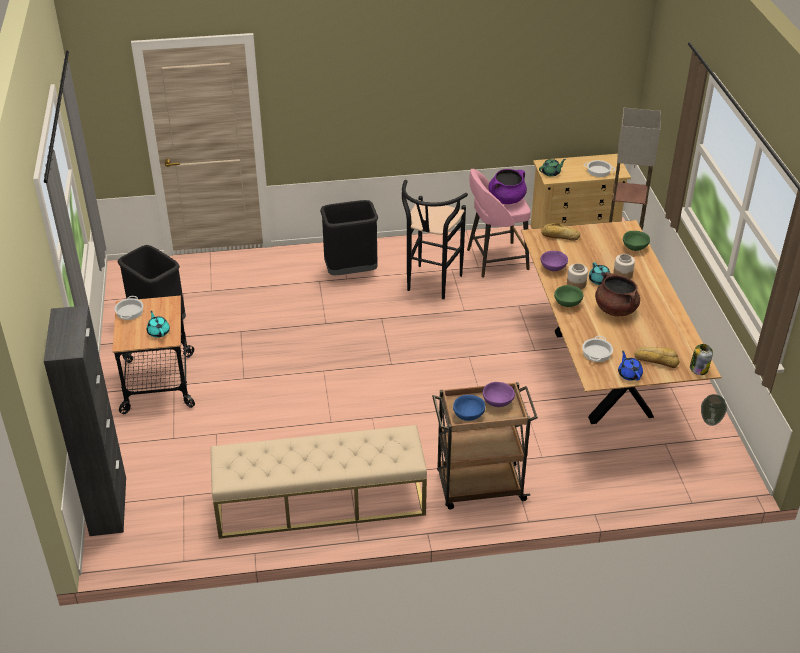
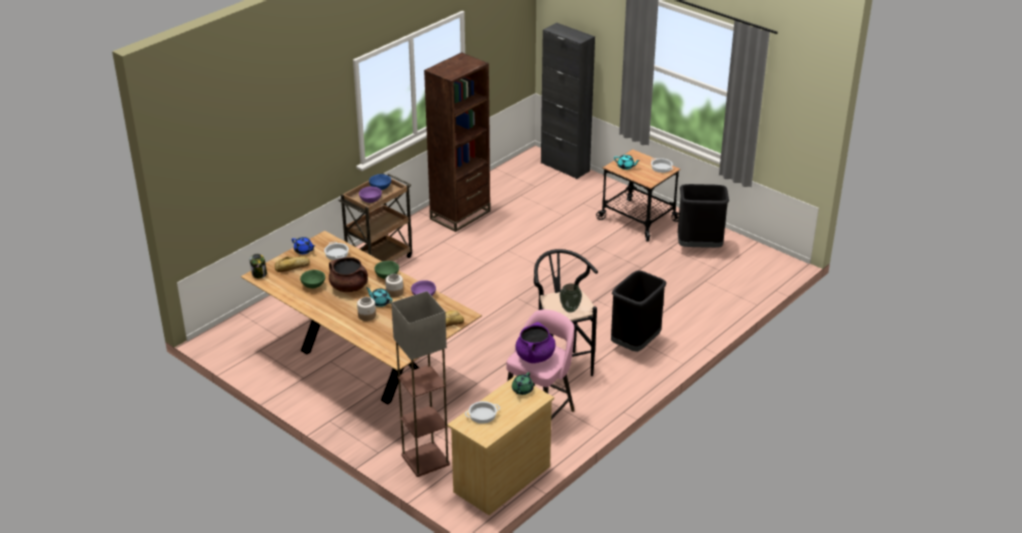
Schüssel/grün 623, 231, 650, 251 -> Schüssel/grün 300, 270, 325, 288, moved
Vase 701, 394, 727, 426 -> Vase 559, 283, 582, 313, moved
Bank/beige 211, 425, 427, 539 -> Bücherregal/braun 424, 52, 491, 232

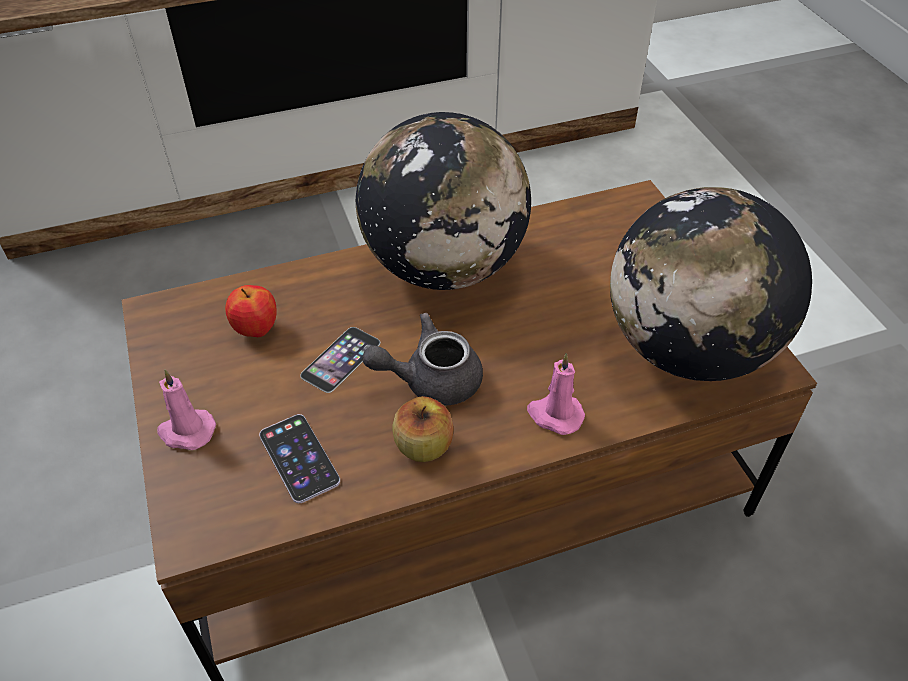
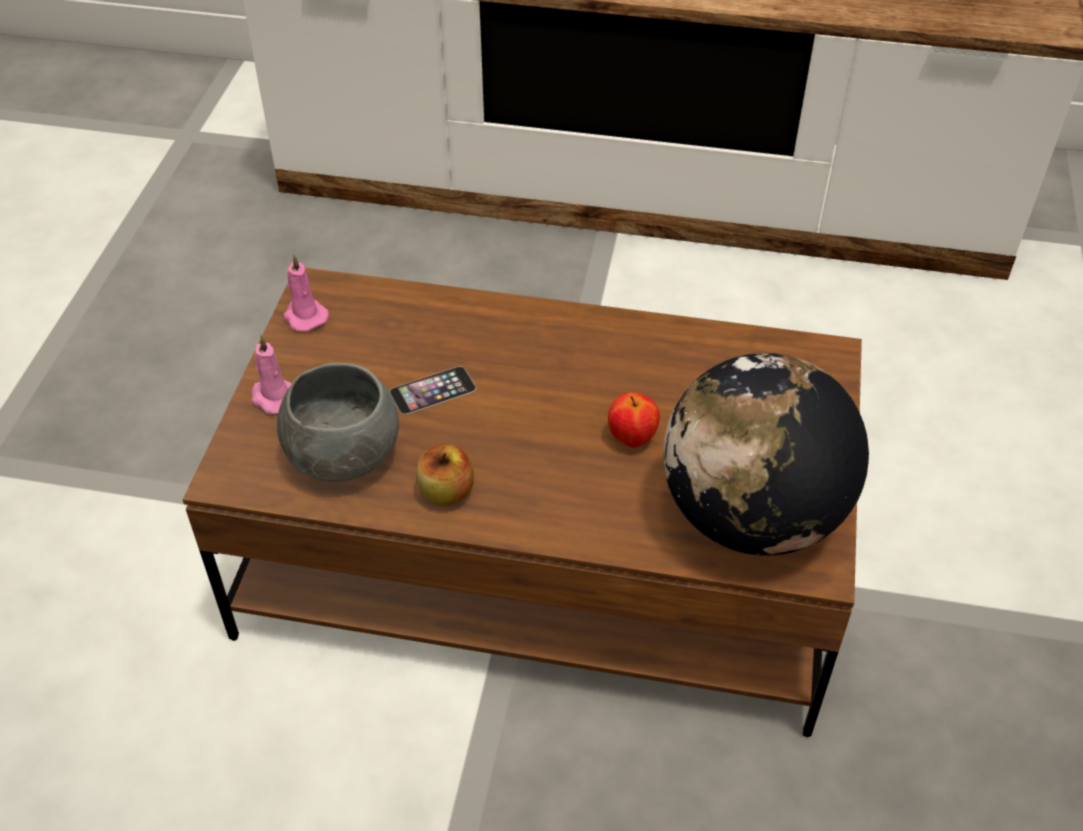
Globus 356, 112, 531, 290 -> none
Apfel 225, 285, 277, 337 -> Apfel 608, 392, 660, 448, moved
Teekanne/grau 362, 313, 483, 406 -> none
Kerze/rosa 527, 353, 585, 435 -> Kerze/rosa 283, 255, 328, 332, moved
Handy 259, 414, 340, 503 -> Schüssel/grau 277, 363, 399, 482

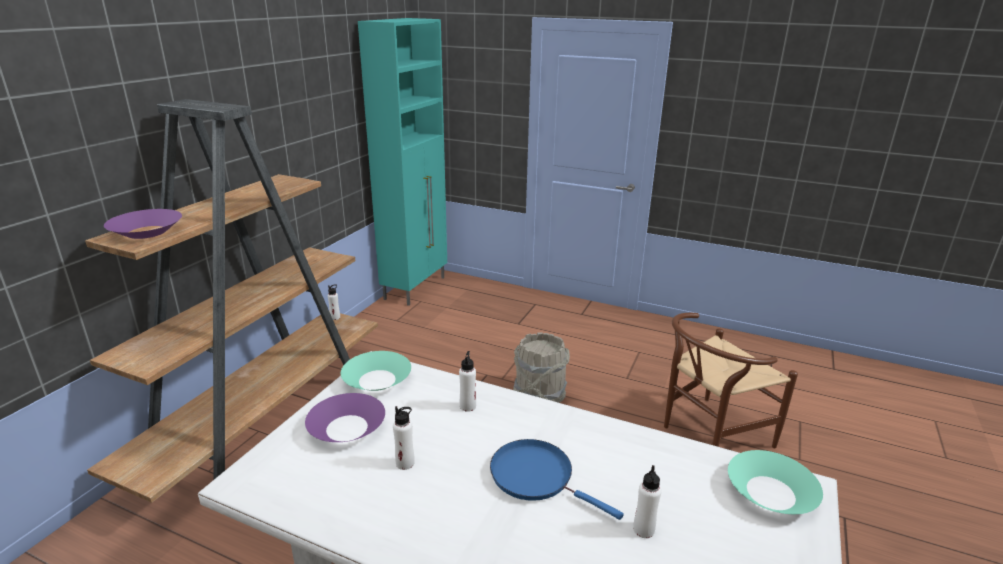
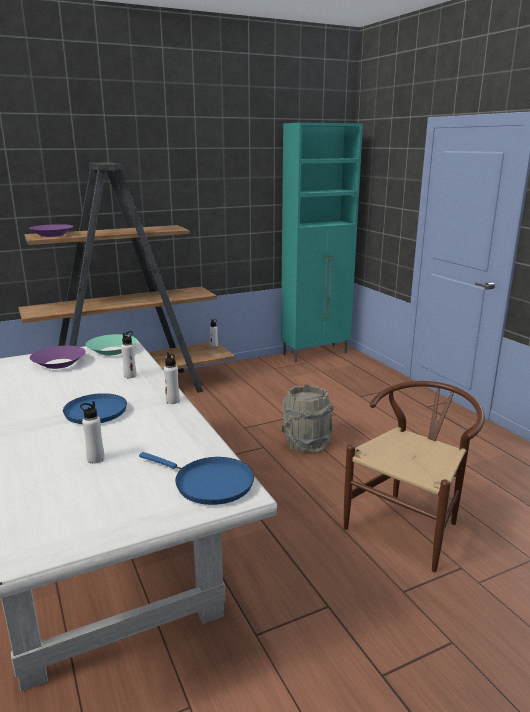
Stuhl/braun 664, 313, 798, 448 -> Stuhl/braun 344, 381, 485, 572, 120 degrees clockwise
Flasche/weiß 393, 406, 415, 470 -> Flasche/weiß 164, 352, 180, 404, moved
Schüssel/türkis 728, 450, 823, 514 -> Pfanne/blau 139, 452, 254, 505

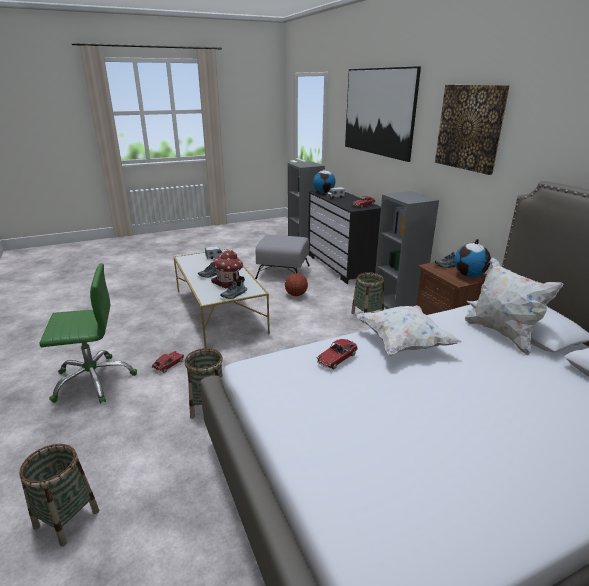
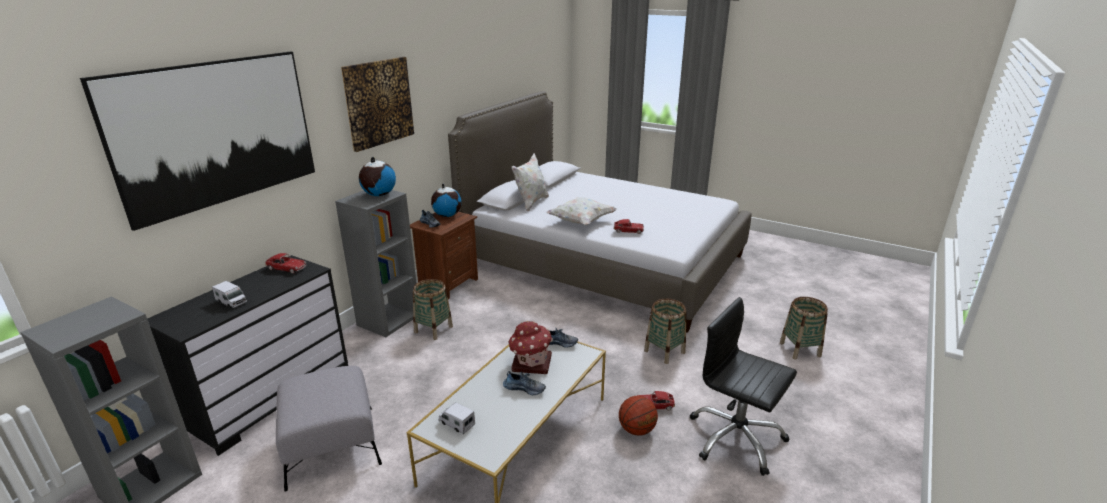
Globus 313, 167, 335, 193 -> Globus 359, 157, 396, 196, moved
Bürostuhl/grün 39, 263, 137, 404 -> Bürostuhl/schwarz 690, 297, 797, 476
Basketball 285, 273, 308, 296 -> Basketball 619, 396, 658, 436, moved

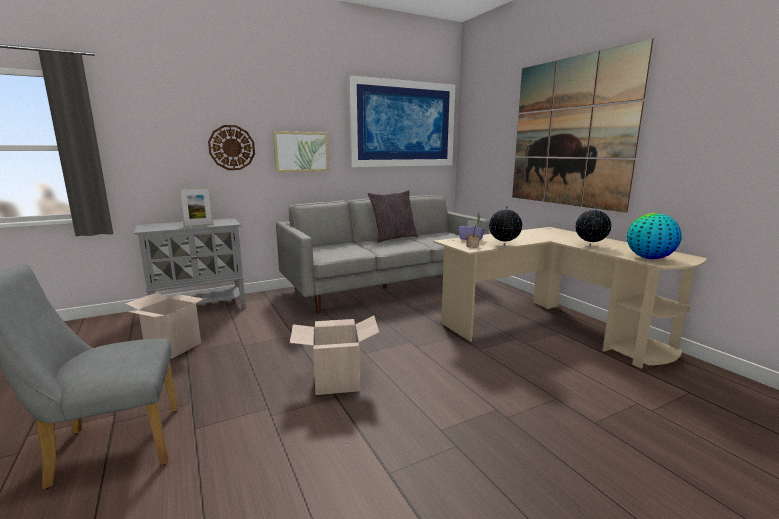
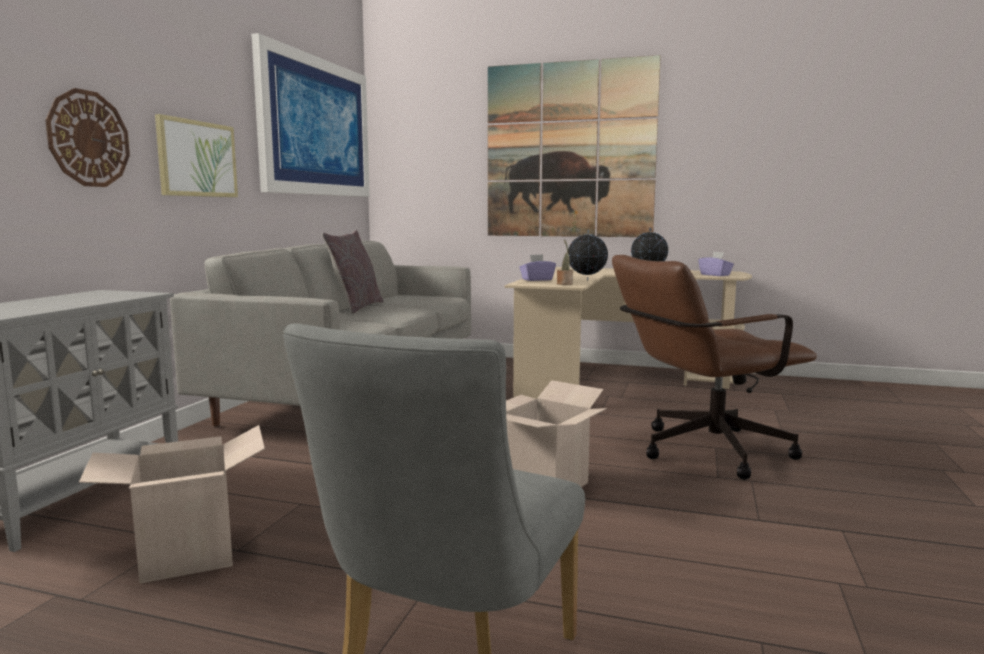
Bilderrahmen 179, 187, 213, 227 -> none
Globus 627, 213, 682, 259 -> Taschentuchbox/lila 698, 252, 734, 276
none -> Bürostuhl/braun 612, 255, 817, 480

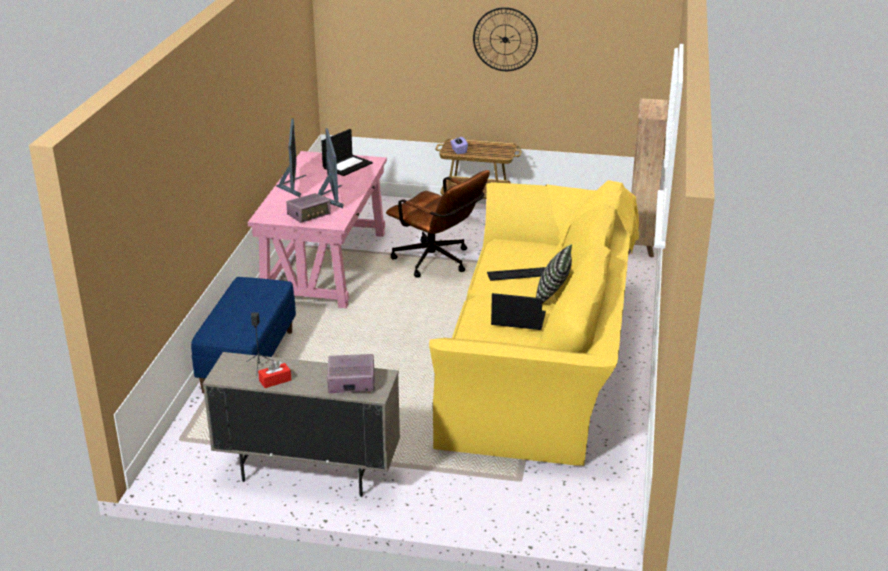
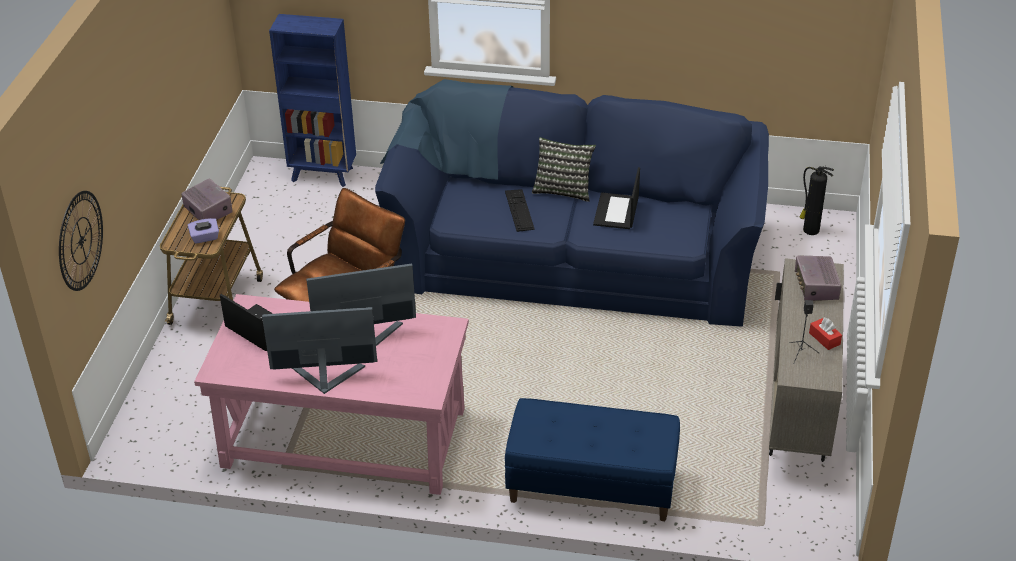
Wanduhr 473, 7, 538, 71 -> Wanduhr 59, 191, 103, 291, moved
Bücherregal/braun 628, 98, 668, 258 -> Bücherregal/blau 269, 14, 356, 187
Sofa/gelb 429, 180, 639, 466 -> Sofa/blau 375, 79, 769, 327
Radio 286, 193, 330, 223 -> Radio 181, 178, 233, 220, moved
none -> Feuerlöscher 800, 165, 834, 235

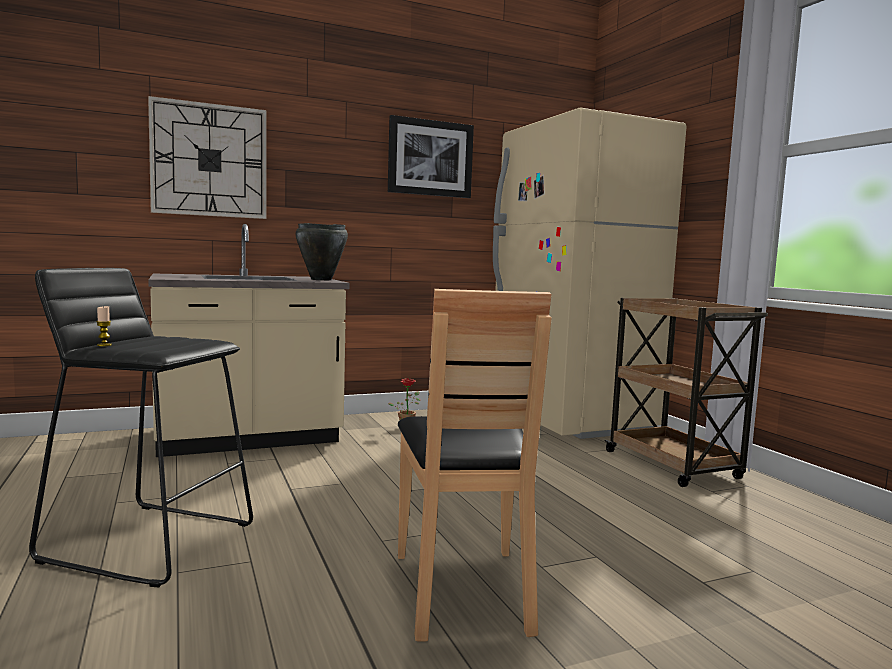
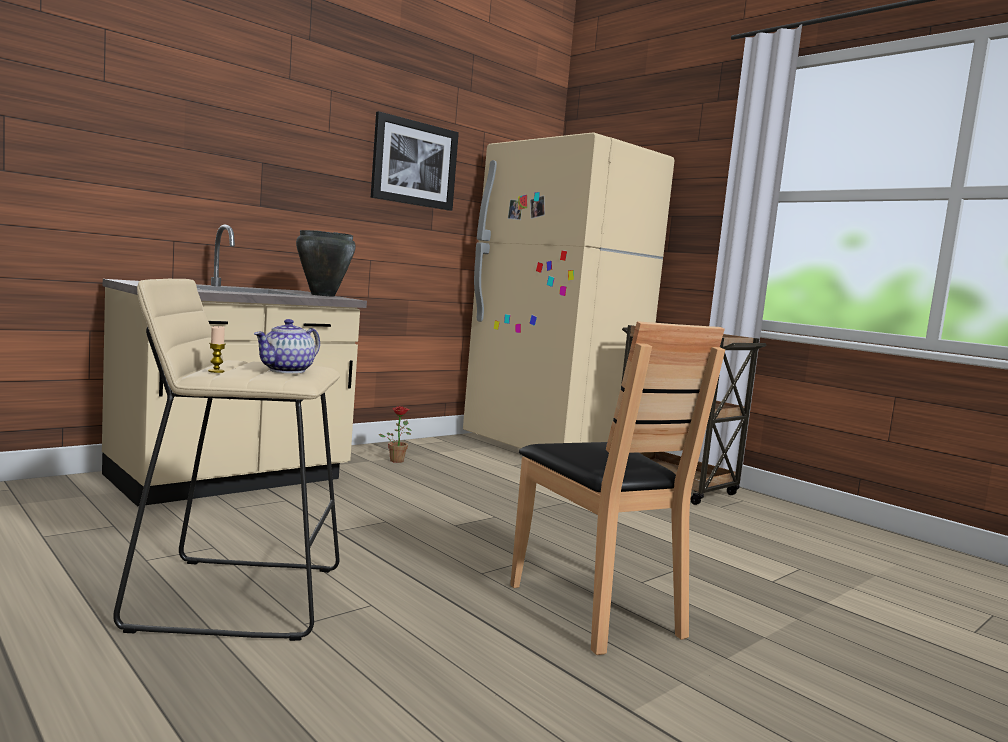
Wanduhr 148, 96, 267, 219 -> none
Hocker/schwarz 29, 268, 253, 588 -> Hocker/beige 113, 279, 340, 641
none -> Teekanne 254, 319, 320, 373

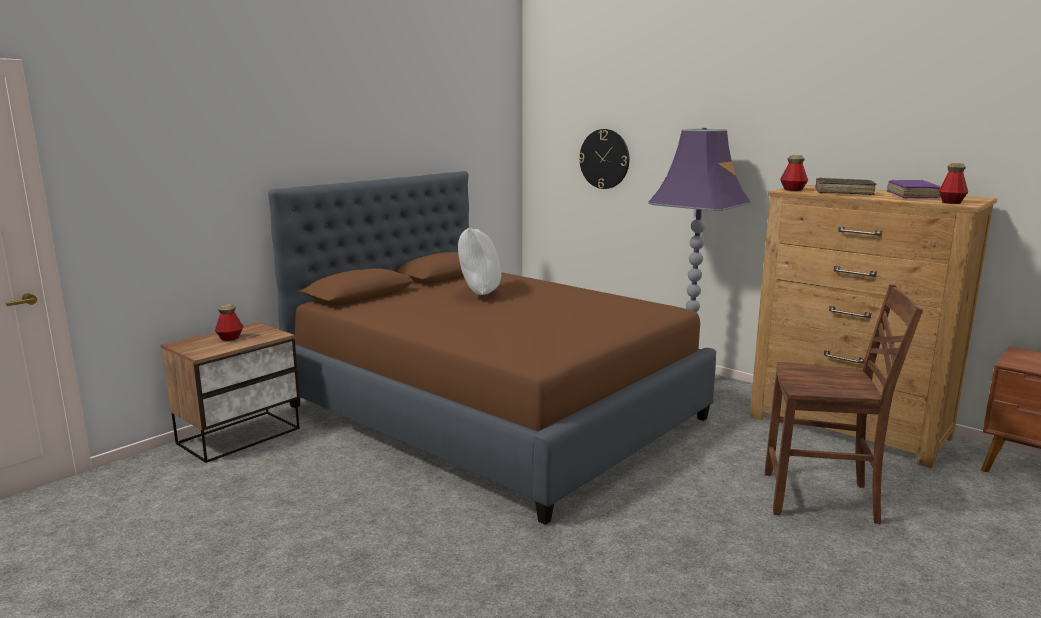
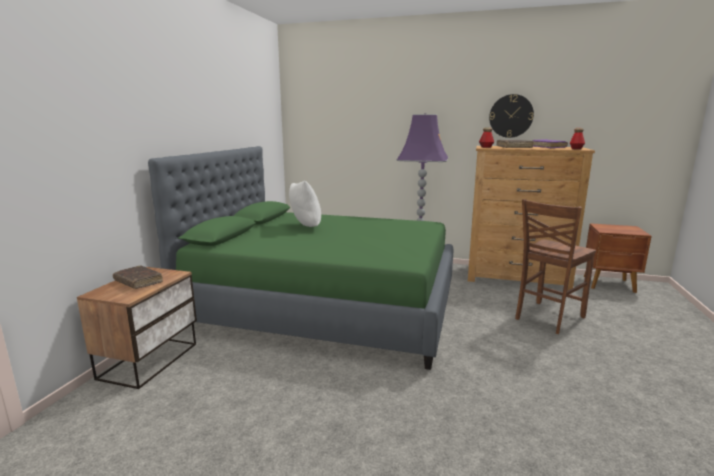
Wanduhr 579, 129, 629, 189 -> Wanduhr 489, 94, 534, 138, moved
Bett/braun 268, 171, 716, 525 -> Bett/grün 148, 146, 454, 370
Stuhl/braun 765, 284, 923, 524 -> Stuhl/braun 515, 199, 596, 334, 150 degrees clockwise
Flasche 215, 304, 243, 341 -> Buch/braun 113, 265, 163, 289

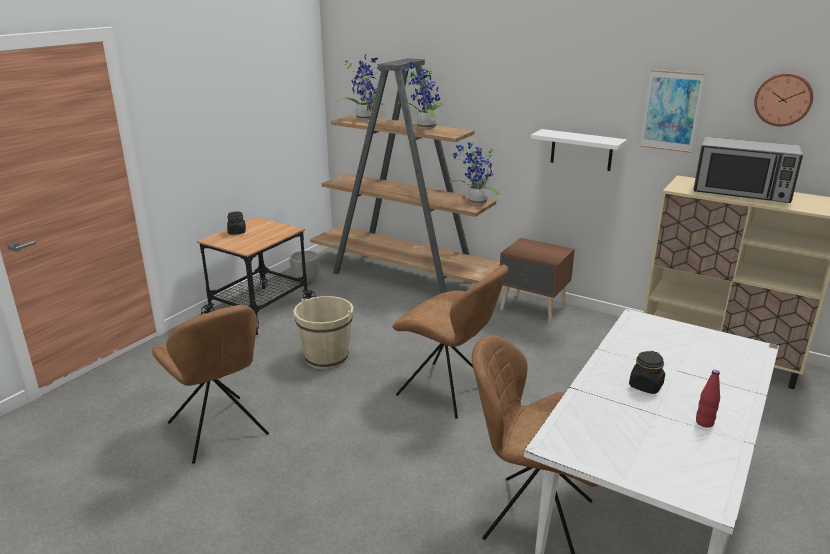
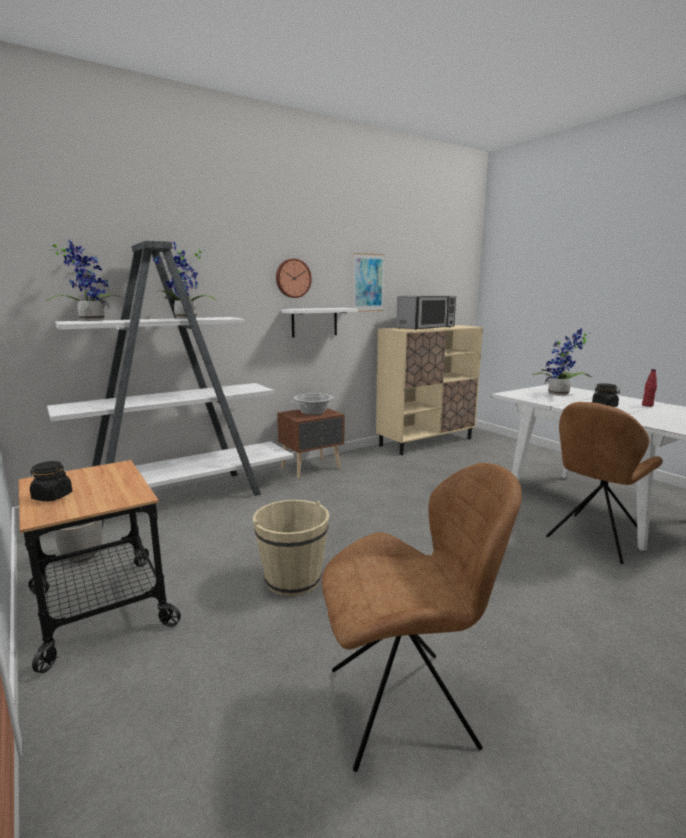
Bücherregal/braun 310, 58, 500, 294 -> Bücherregal/weiß 47, 241, 294, 529
Wanduhr 754, 73, 813, 126 -> Wanduhr 276, 259, 312, 298, moved
Topfpflanze 450, 142, 500, 205 -> Topfpflanze 532, 329, 591, 395, moved
Stuhl/braun 393, 264, 508, 419 -> none
none -> Kochtopf 291, 393, 335, 415

